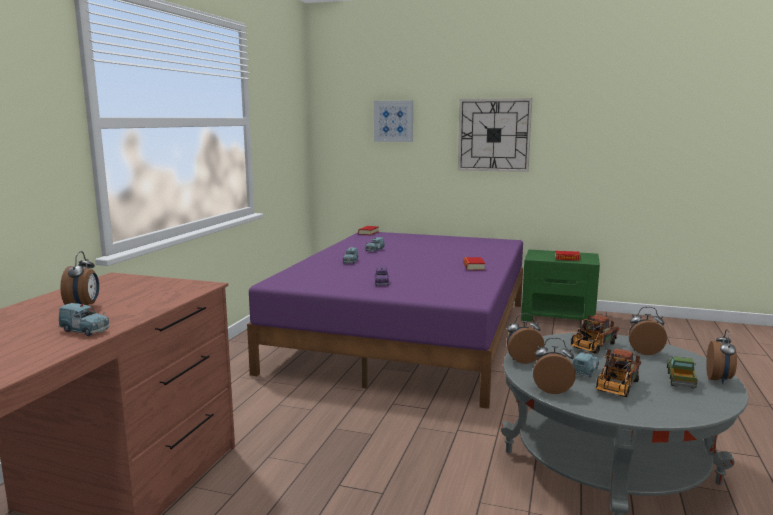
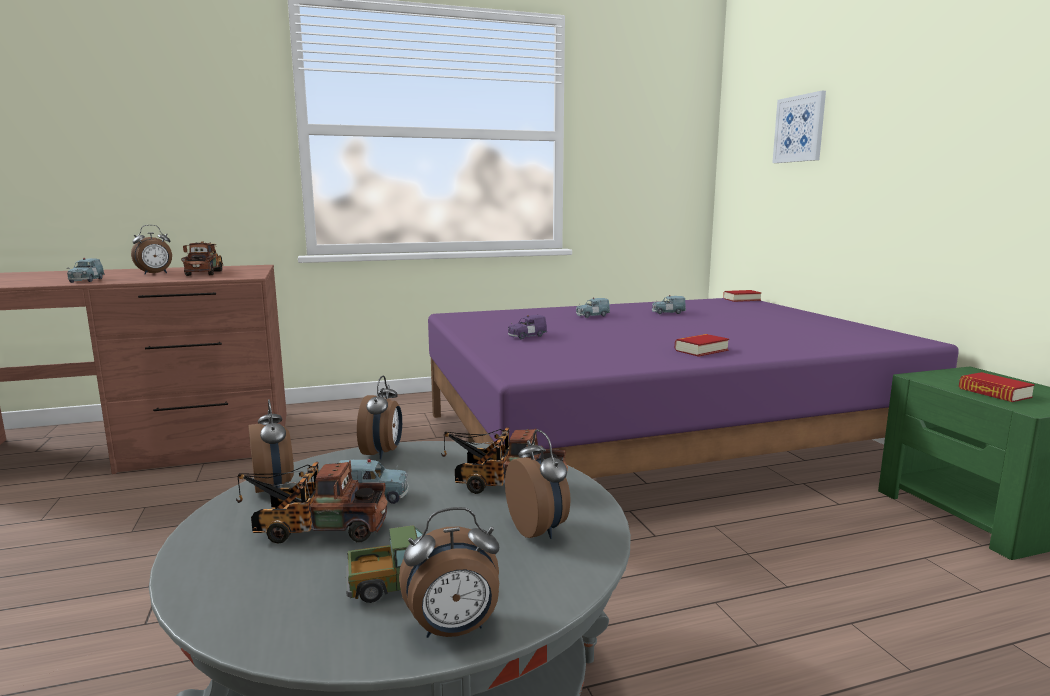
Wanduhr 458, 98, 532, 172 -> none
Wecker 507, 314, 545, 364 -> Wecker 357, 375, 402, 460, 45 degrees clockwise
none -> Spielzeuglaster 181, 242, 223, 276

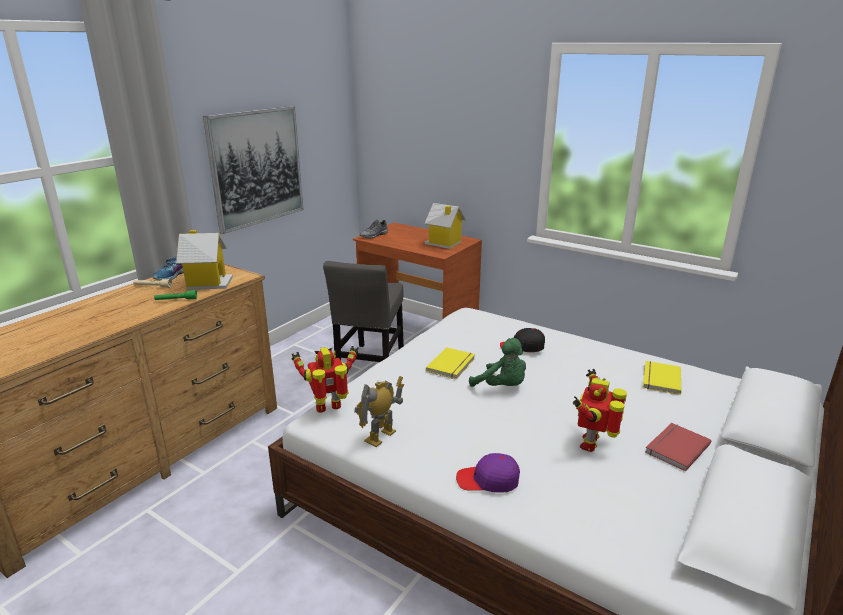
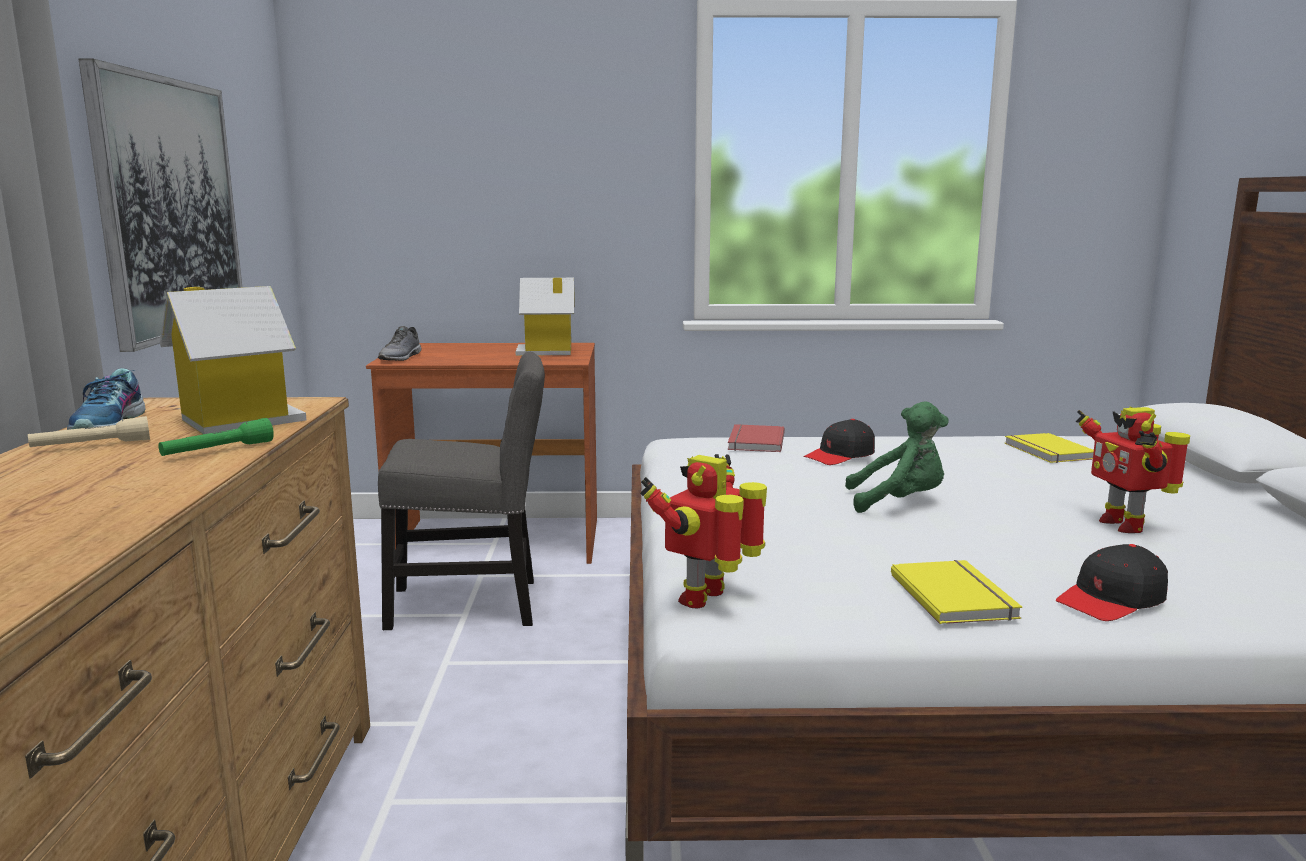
Stuhl/grau 323, 261, 404, 362 -> Stuhl/grau 378, 352, 545, 630, 75 degrees counterclockwise
Buch/gelb 426, 347, 475, 379 -> Buch/gelb 891, 560, 1022, 624, moved
Spielzeugroboter 354, 376, 404, 447 -> none
Buch/rot 645, 423, 711, 471 -> Buch/rot 728, 424, 785, 452, moved
Kappe/lila 456, 453, 520, 493 -> Kappe/schwarz 1056, 544, 1168, 621

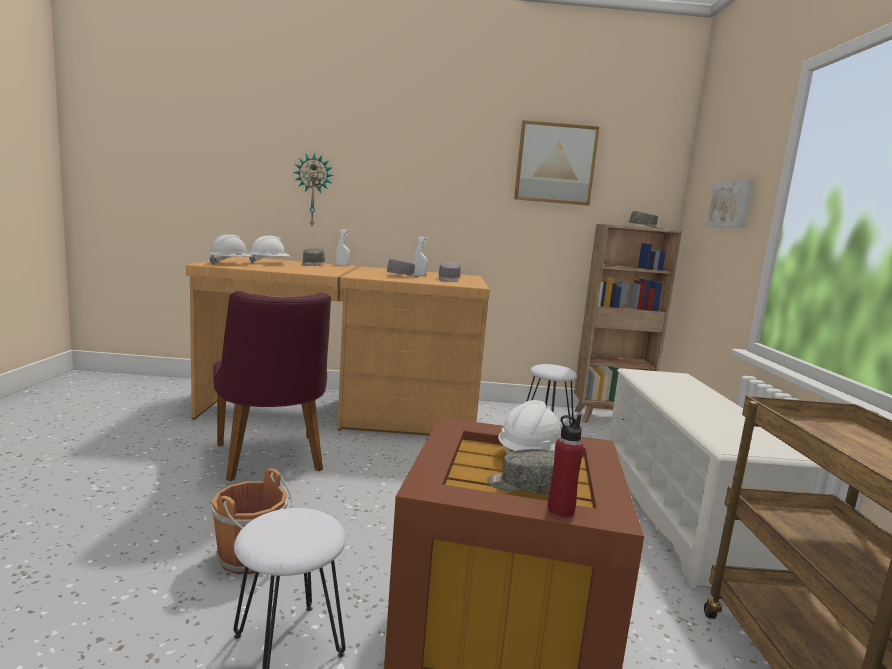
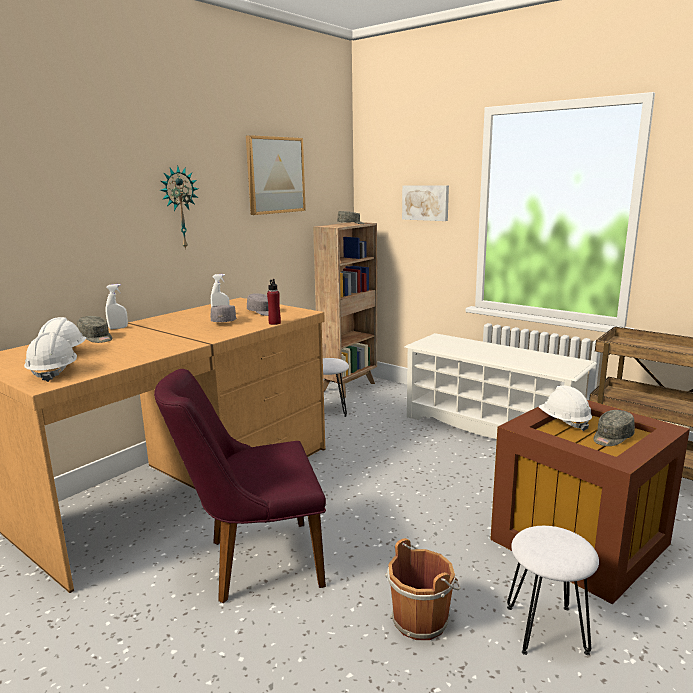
Wanduhr 294, 152, 334, 226 -> Wanduhr 160, 165, 198, 250, moved
Stuhl/lila 213, 291, 331, 481 -> Stuhl/lila 154, 369, 326, 604, 150 degrees clockwise
Flasche/rot 548, 415, 584, 517 -> Flasche/rot 267, 279, 281, 325, moved

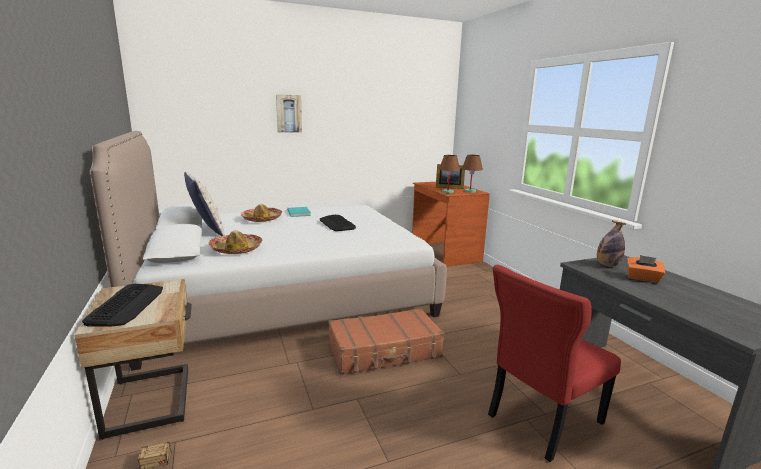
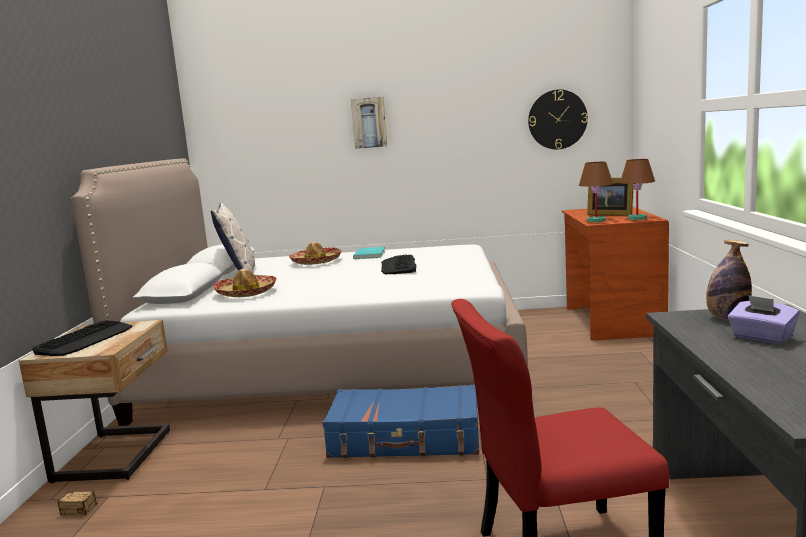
Taschentuchbox/orange 627, 255, 665, 283 -> Taschentuchbox/lila 728, 295, 800, 344
Koffer/braun 329, 308, 444, 375 -> Koffer/blau 323, 385, 479, 458
none -> Wanduhr 528, 89, 588, 149

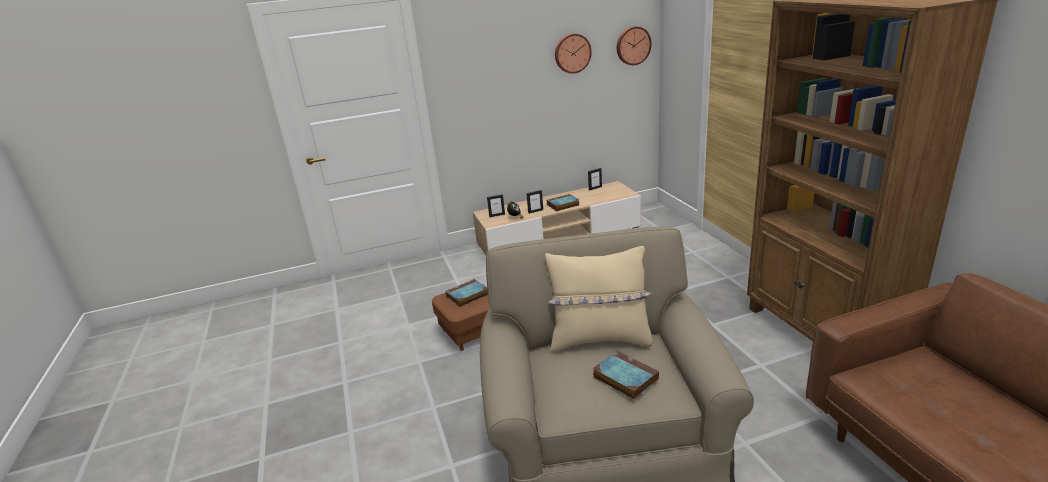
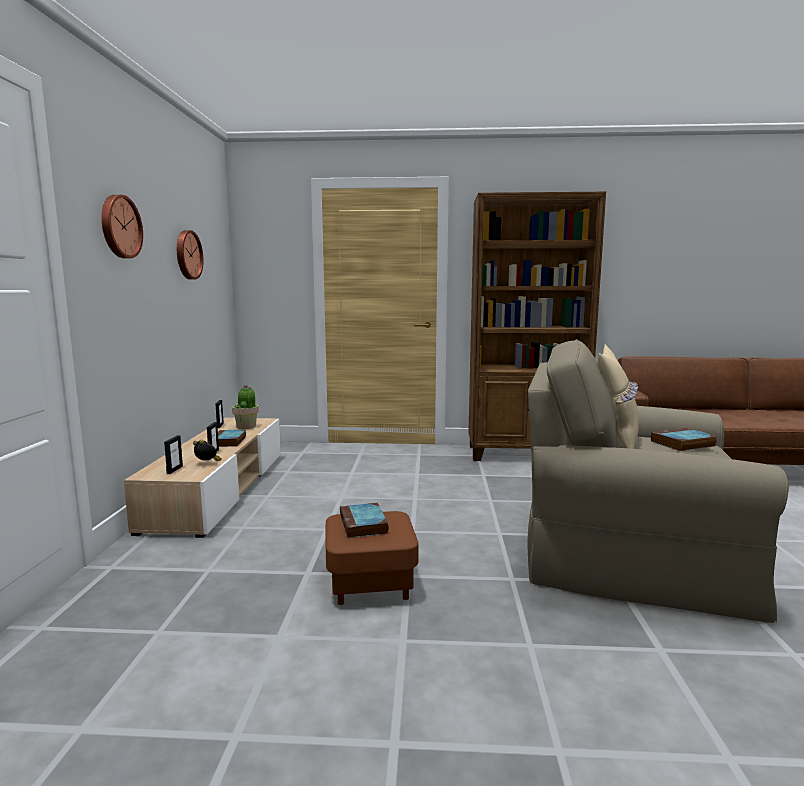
Wanduhr 617, 26, 652, 65 -> Wanduhr 101, 195, 143, 258, moved
none -> Topfpflanze 232, 385, 259, 429

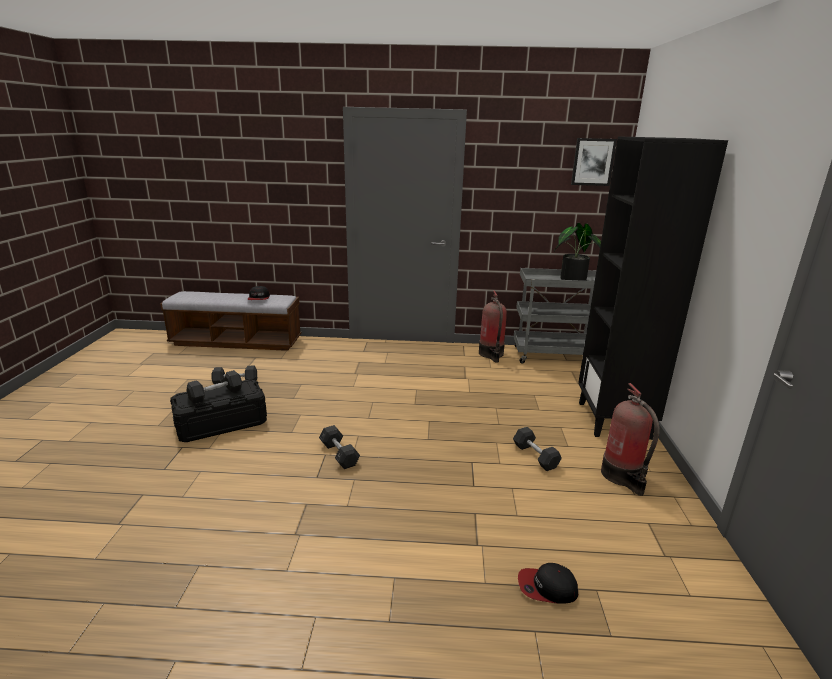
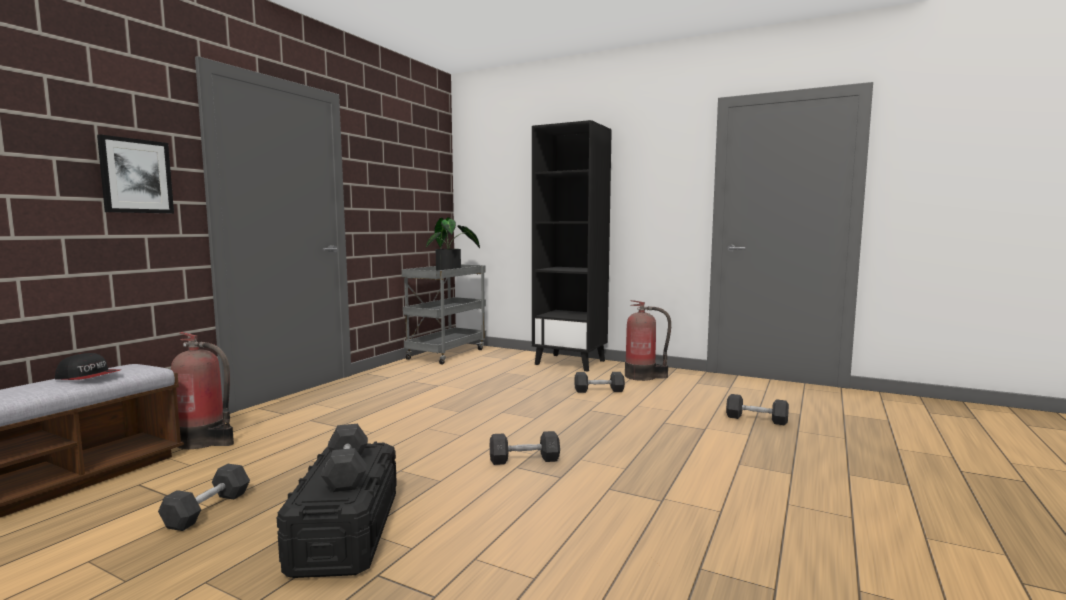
Bild 571, 138, 617, 186 -> Bild 97, 134, 174, 213, moved
Feuerlöscher 479, 290, 507, 363 -> Feuerlöscher 171, 332, 234, 449, moved
Kappe 518, 563, 578, 604 -> Hantel/grau 726, 394, 789, 425

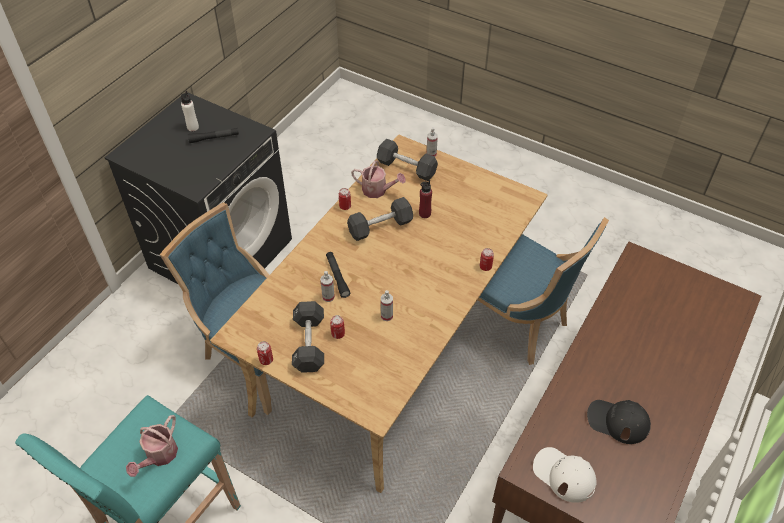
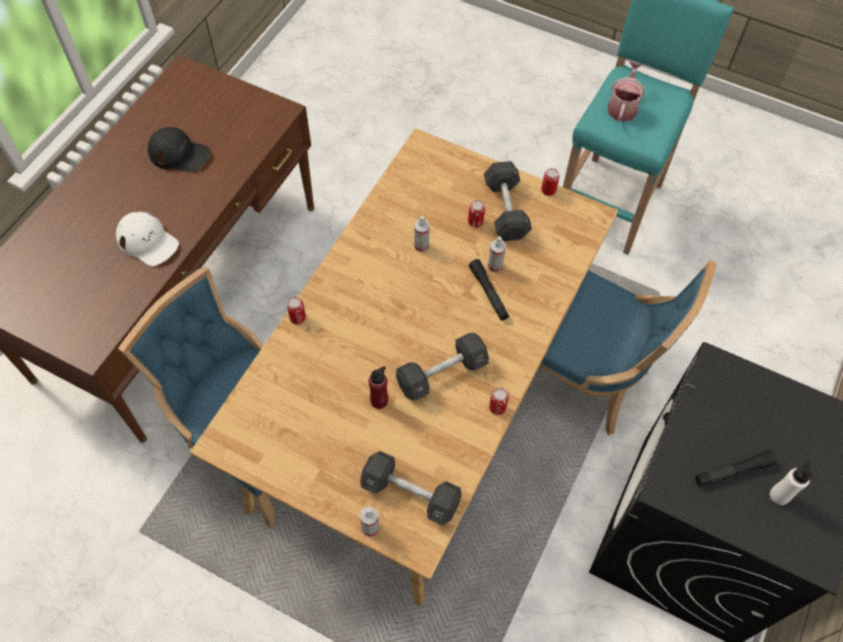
Gießkanne 351, 161, 406, 198 -> none
Kappe/weiß 533, 447, 596, 503 -> Kappe/weiß 116, 212, 179, 266, moved

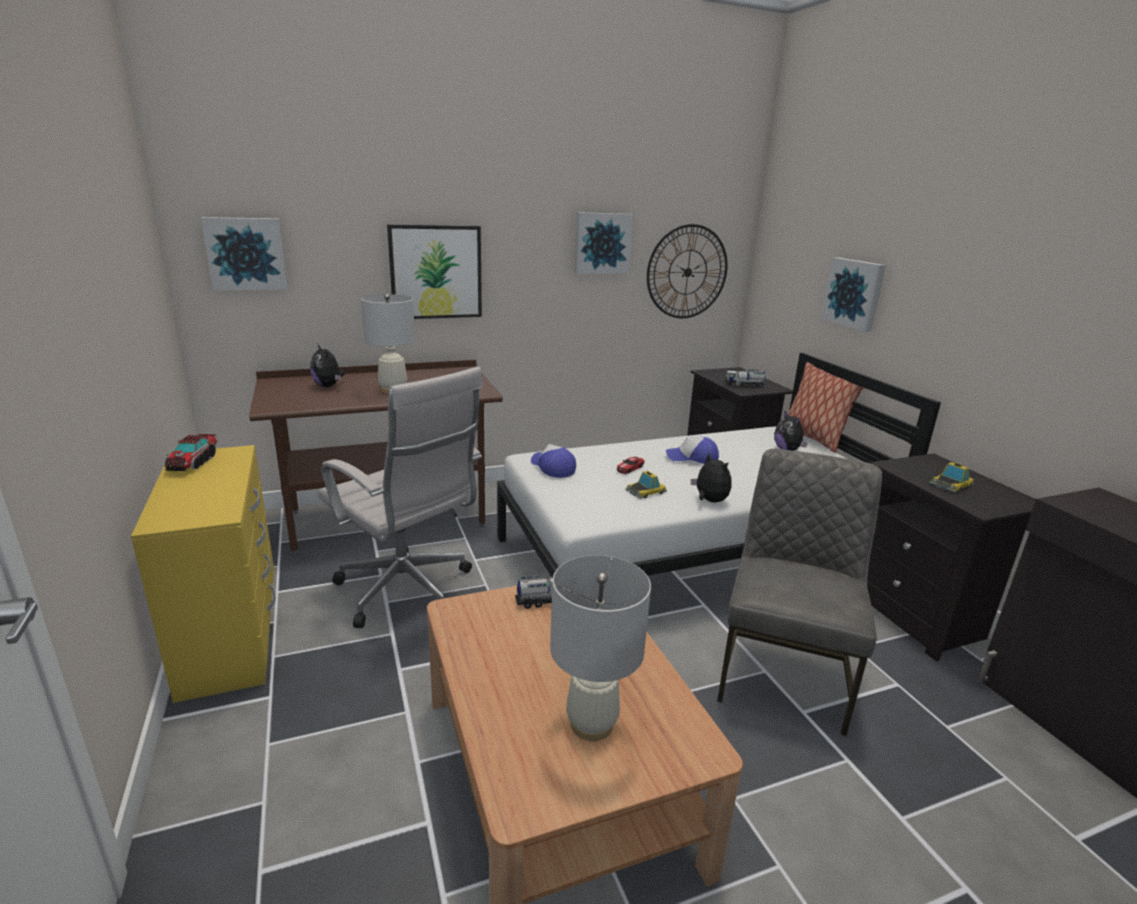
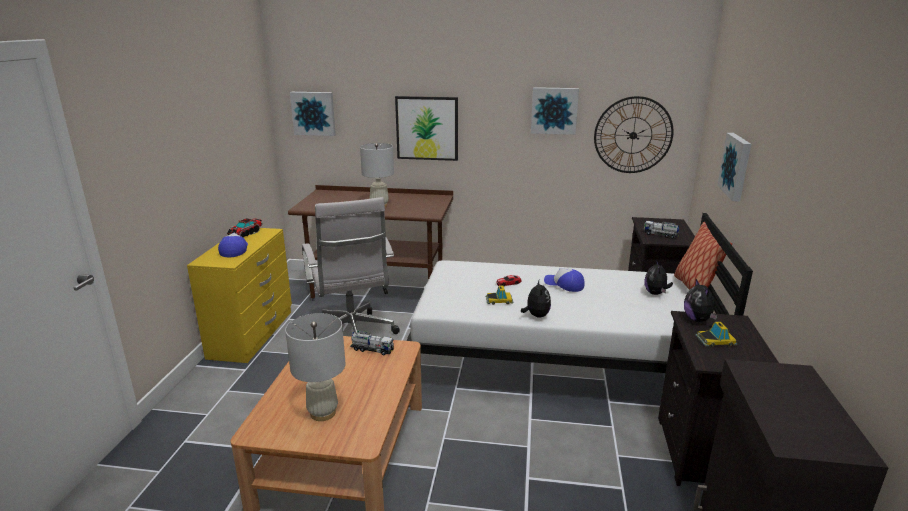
Plüschtier 310, 345, 345, 387 -> Plüschtier 684, 279, 718, 322, moved
Kappe 531, 444, 576, 478 -> Kappe 218, 233, 248, 257, moved
Stuhl/grau 717, 449, 882, 736 -> none

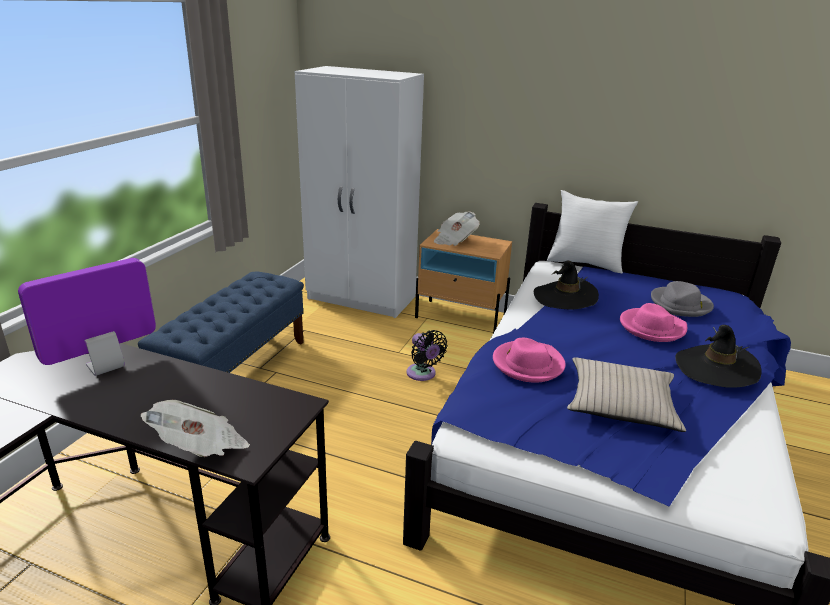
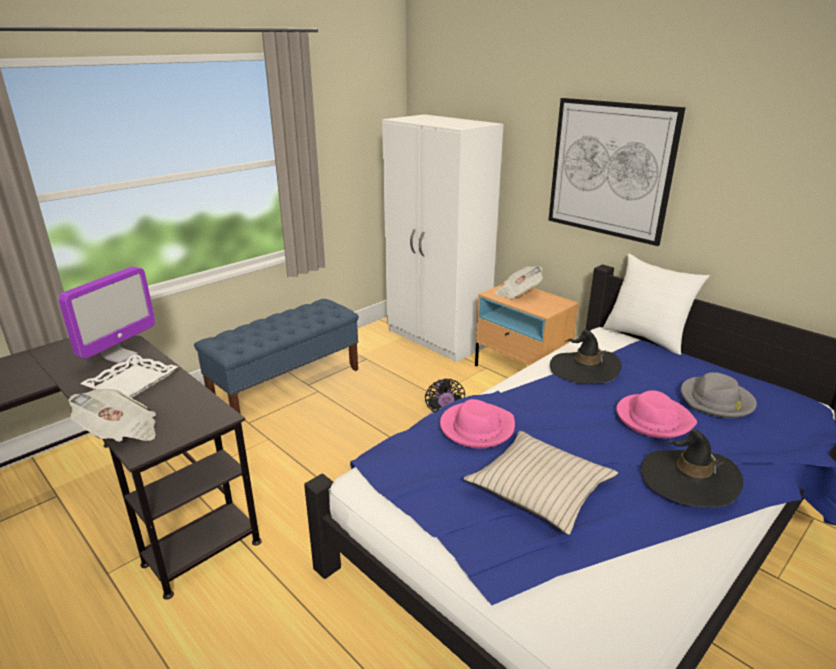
Monitor 18, 258, 156, 376 -> Monitor 59, 266, 155, 363, 135 degrees clockwise
none -> Bild 548, 98, 686, 246
none -> Tablett/weiß 80, 354, 178, 398

